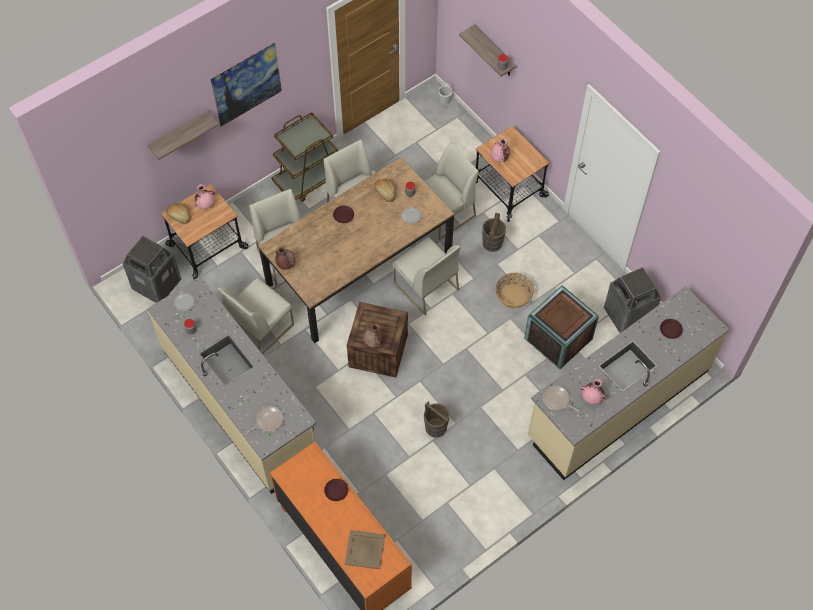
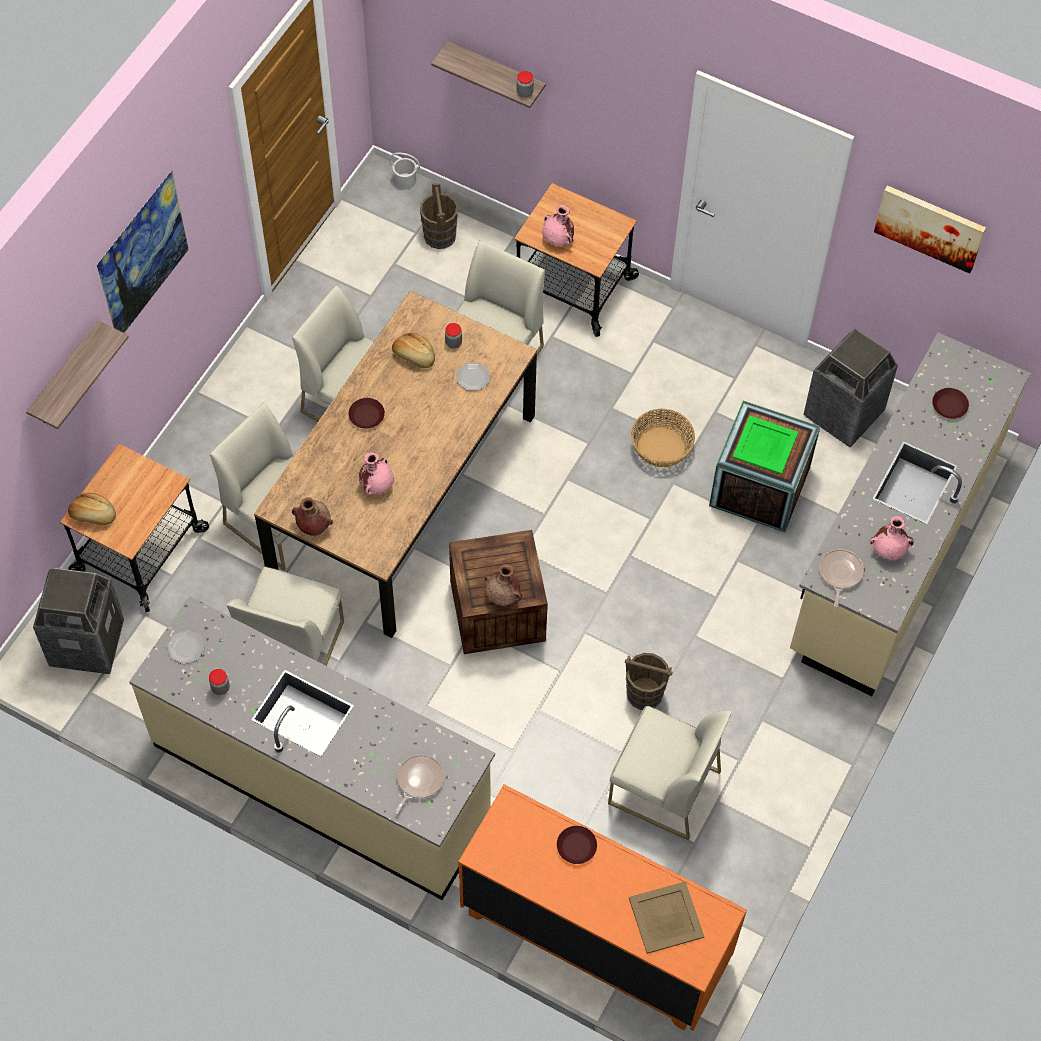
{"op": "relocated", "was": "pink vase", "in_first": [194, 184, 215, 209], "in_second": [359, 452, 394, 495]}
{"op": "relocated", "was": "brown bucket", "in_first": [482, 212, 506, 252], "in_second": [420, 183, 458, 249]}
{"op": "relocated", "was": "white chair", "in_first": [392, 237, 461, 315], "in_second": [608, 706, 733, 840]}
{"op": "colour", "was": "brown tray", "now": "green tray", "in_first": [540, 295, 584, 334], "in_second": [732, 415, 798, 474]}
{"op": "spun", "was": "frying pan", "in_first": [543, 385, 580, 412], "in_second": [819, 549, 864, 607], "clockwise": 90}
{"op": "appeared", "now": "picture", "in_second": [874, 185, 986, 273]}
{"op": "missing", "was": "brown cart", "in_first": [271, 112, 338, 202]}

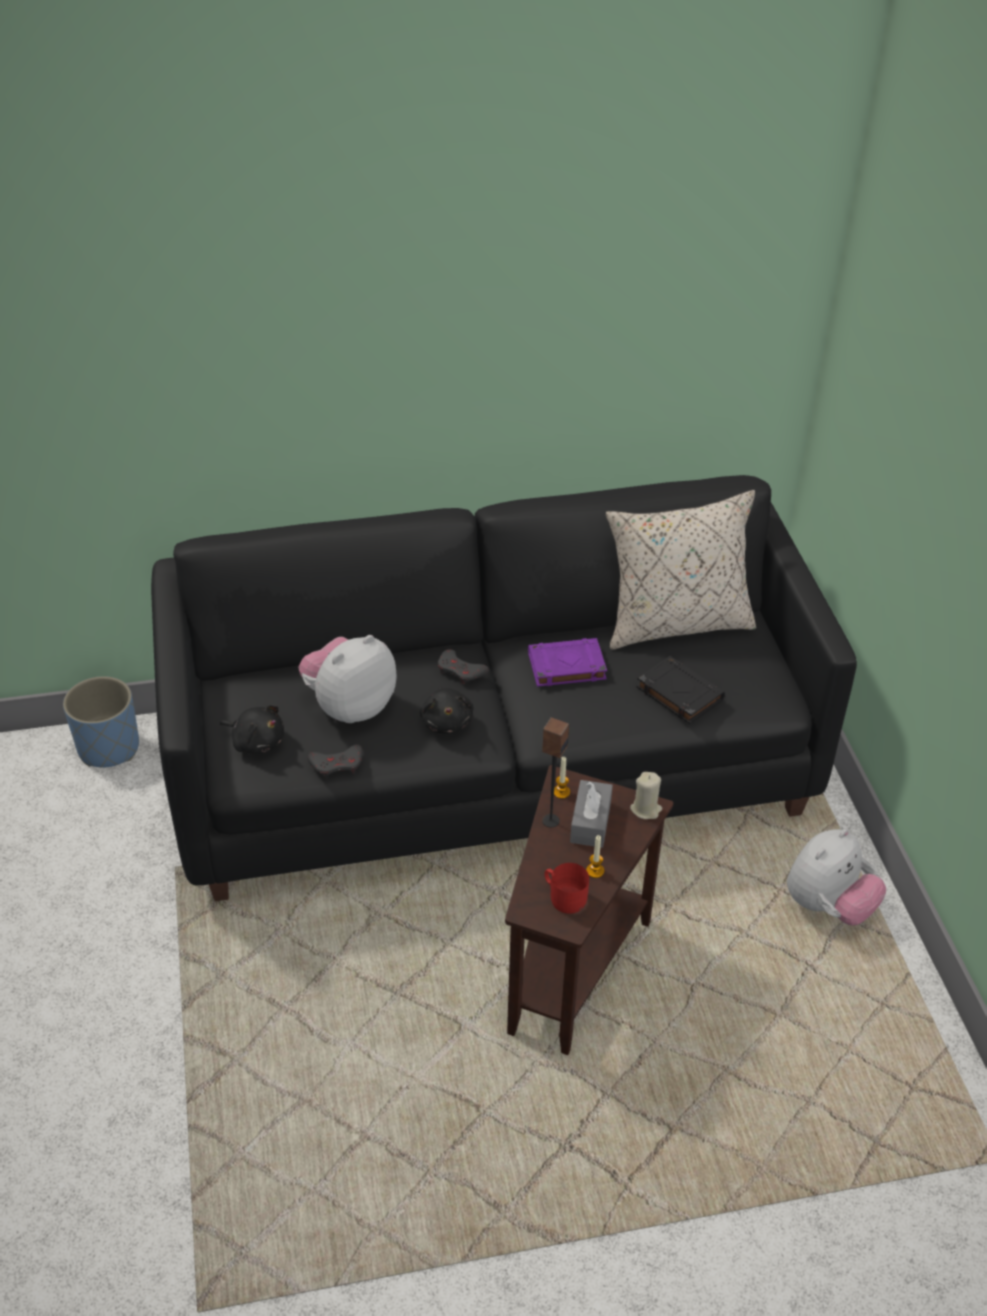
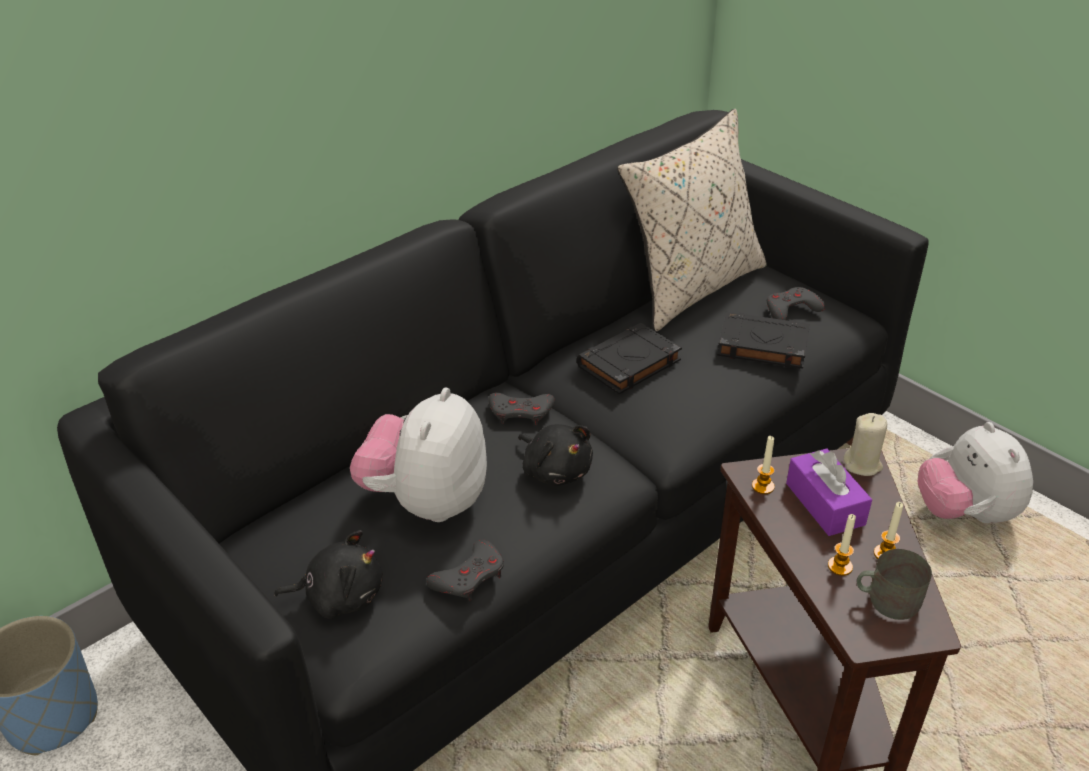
{"op": "colour", "was": "purple book", "now": "black book", "in_first": [528, 638, 607, 687], "in_second": [577, 323, 682, 394]}
{"op": "appeared", "now": "grey game controller", "in_second": [767, 287, 825, 320]}
{"op": "colour", "was": "grey tissue box", "now": "purple tissue box", "in_first": [570, 780, 613, 848], "in_second": [786, 449, 872, 536]}
{"op": "appeared", "now": "candle", "in_second": [828, 514, 856, 576]}
{"op": "colour", "was": "red mug", "now": "grey mug", "in_first": [544, 863, 589, 914], "in_second": [857, 549, 932, 620]}
{"op": "spun", "was": "plush toy", "in_first": [787, 829, 886, 925], "in_second": [918, 422, 1033, 523], "clockwise": 150}
{"op": "missing", "was": "speaker", "in_first": [542, 717, 569, 827]}

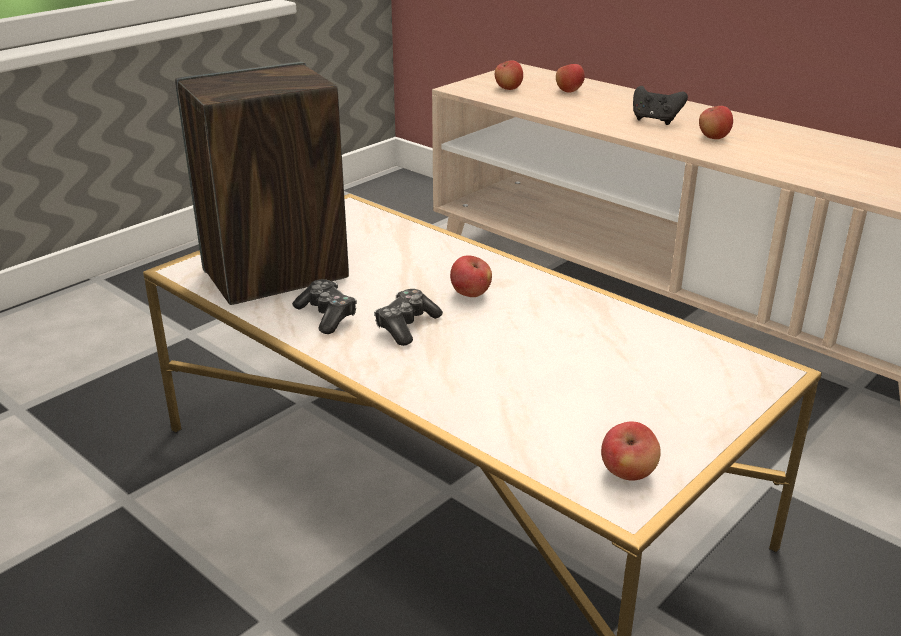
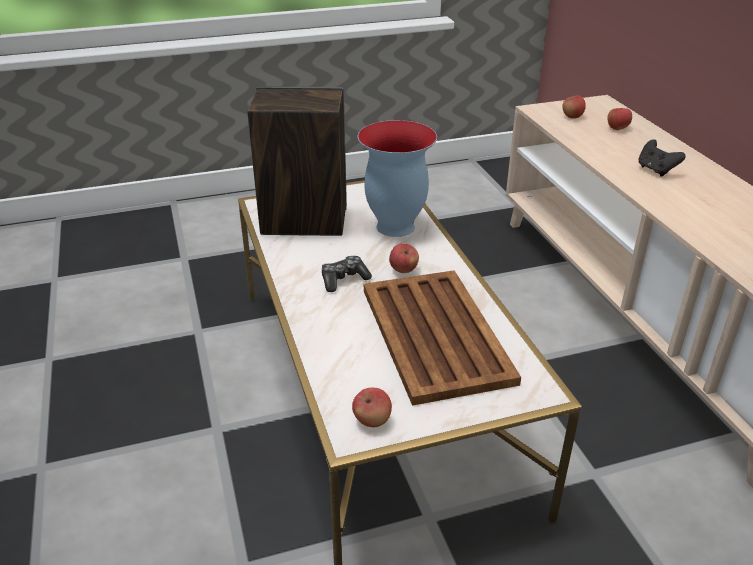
{"op": "appeared", "now": "vase", "in_second": [358, 120, 437, 237]}
{"op": "appeared", "now": "brown tray", "in_second": [364, 270, 521, 406]}
{"op": "missing", "was": "game controller", "in_first": [292, 279, 357, 334]}
{"op": "missing", "was": "apple", "in_first": [699, 106, 733, 139]}

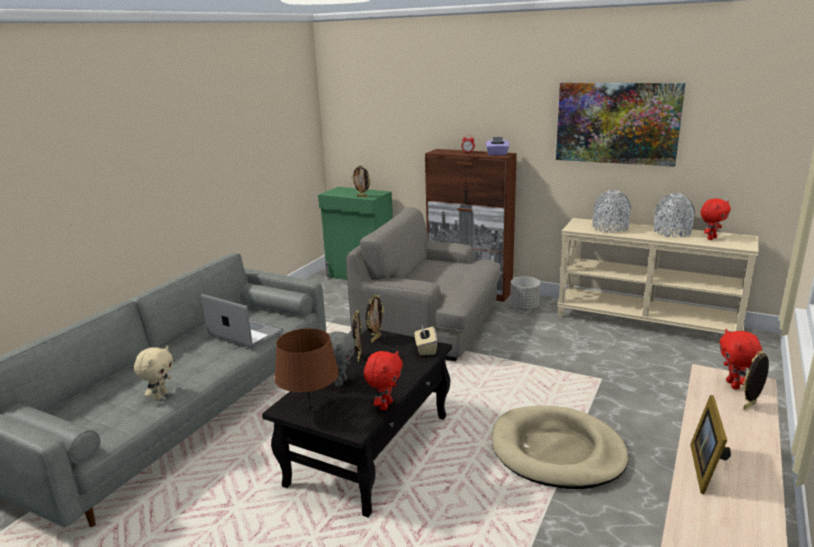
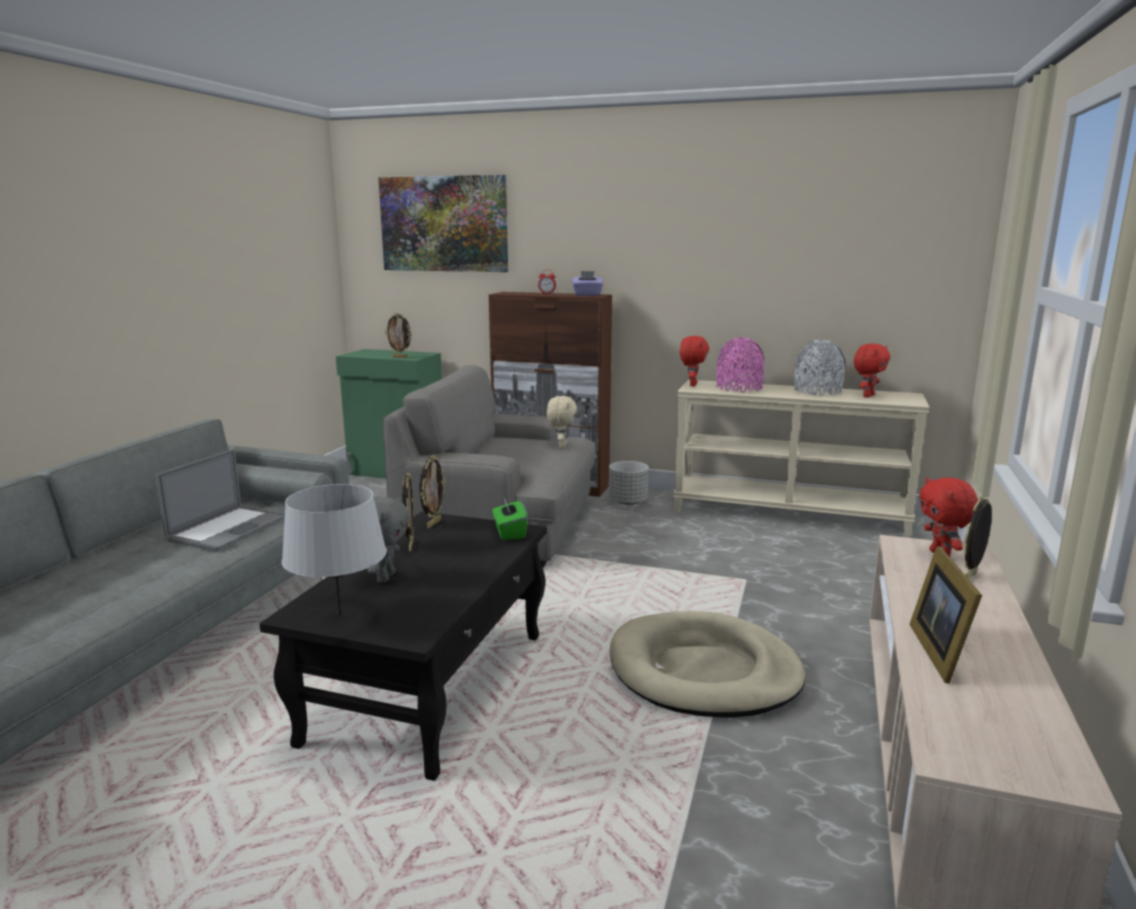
{"op": "spun", "was": "laptop", "in_first": [201, 294, 284, 348], "in_second": [156, 449, 285, 551], "clockwise": 90}
{"op": "colour", "was": "brown table lamp", "now": "grey table lamp", "in_first": [275, 328, 339, 411], "in_second": [282, 484, 387, 616]}
{"op": "relocated", "was": "picture", "in_first": [556, 83, 686, 167], "in_second": [378, 175, 508, 272]}
{"op": "colour", "was": "beige tissue box", "now": "green tissue box", "in_first": [415, 325, 437, 355], "in_second": [492, 498, 528, 540]}
{"op": "relocated", "was": "beige plush toy", "in_first": [134, 346, 173, 401], "in_second": [547, 396, 577, 448]}
{"op": "relocated", "was": "red plush toy", "in_first": [364, 351, 403, 410], "in_second": [680, 336, 709, 386]}
{"op": "colour", "was": "grey vase", "now": "pink vase", "in_first": [593, 190, 631, 233], "in_second": [716, 337, 764, 393]}

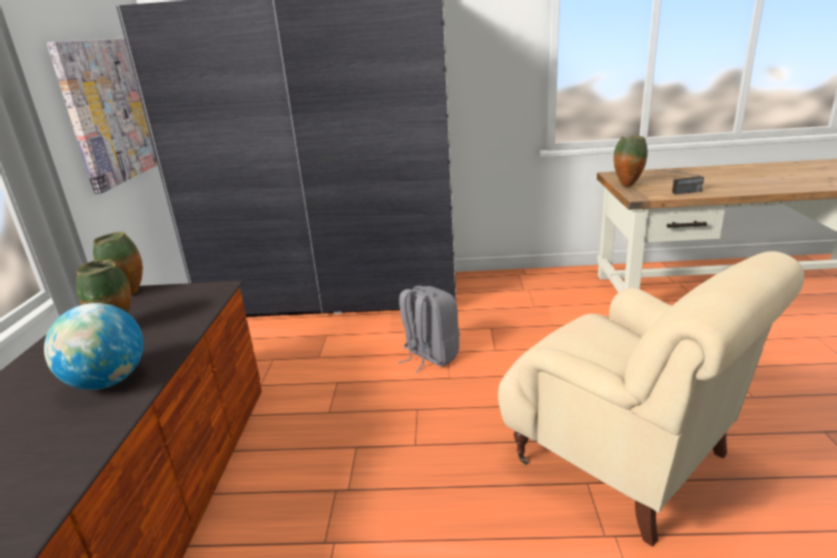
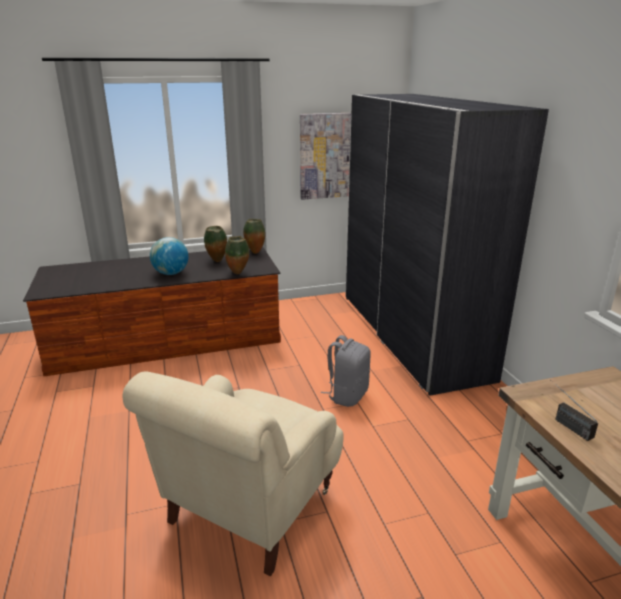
{"op": "relocated", "was": "vase", "in_first": [613, 135, 648, 187], "in_second": [225, 236, 249, 274]}

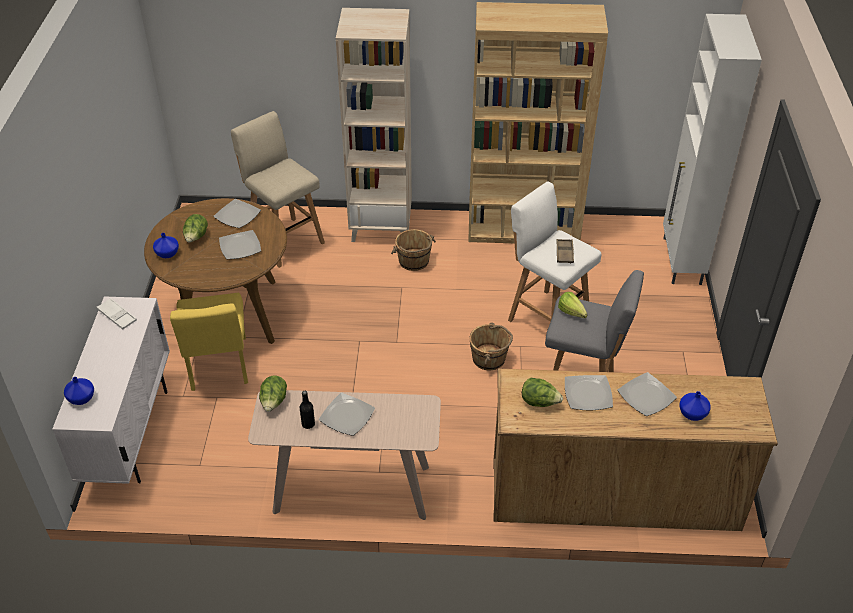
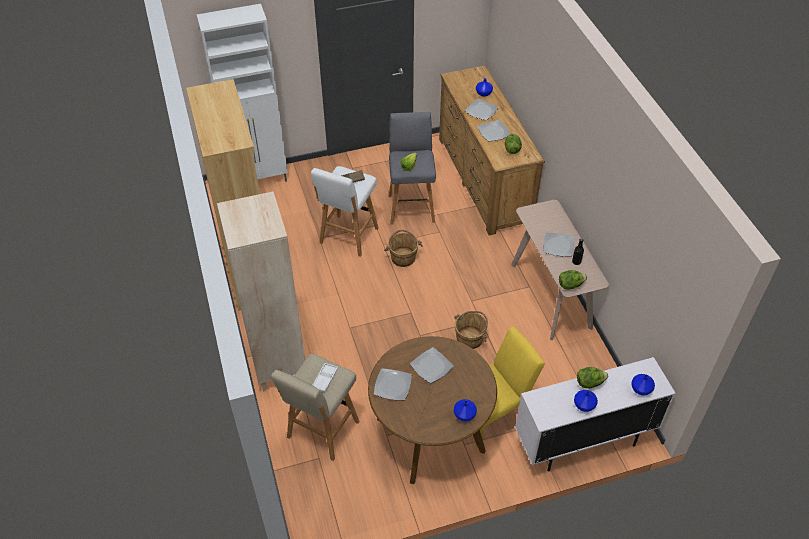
{"op": "relocated", "was": "white tray", "in_first": [96, 298, 137, 330], "in_second": [313, 363, 338, 392]}
{"op": "relocated", "was": "brown bucket", "in_first": [391, 229, 436, 271], "in_second": [455, 311, 488, 349]}
{"op": "appeared", "now": "blue vase", "in_second": [574, 390, 598, 412]}
{"op": "relocated", "was": "lettuce", "in_first": [183, 214, 208, 243], "in_second": [577, 367, 608, 389]}

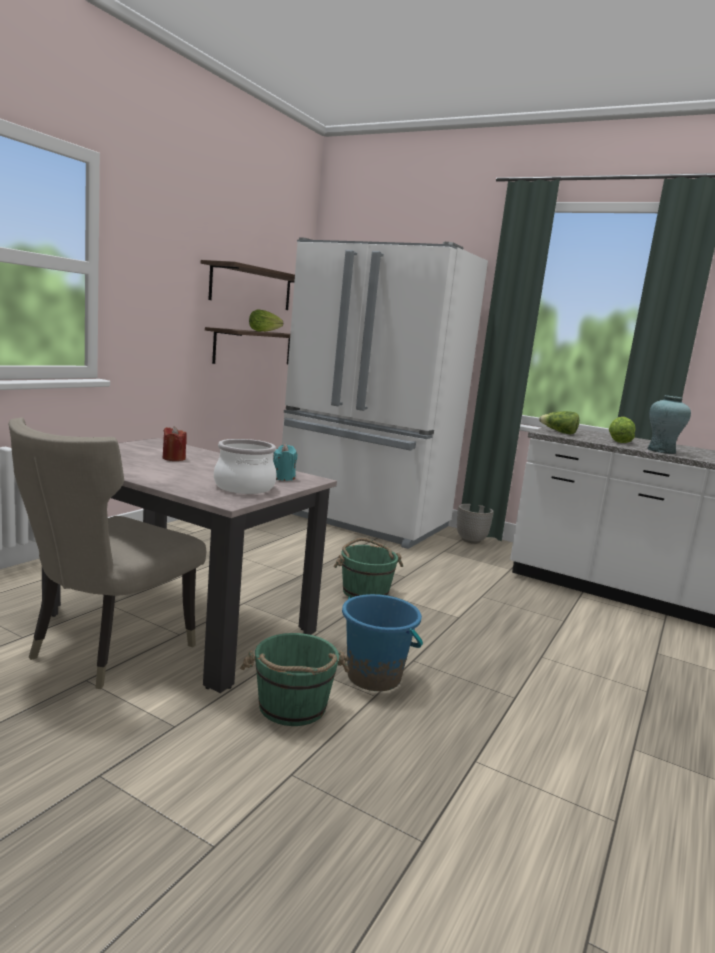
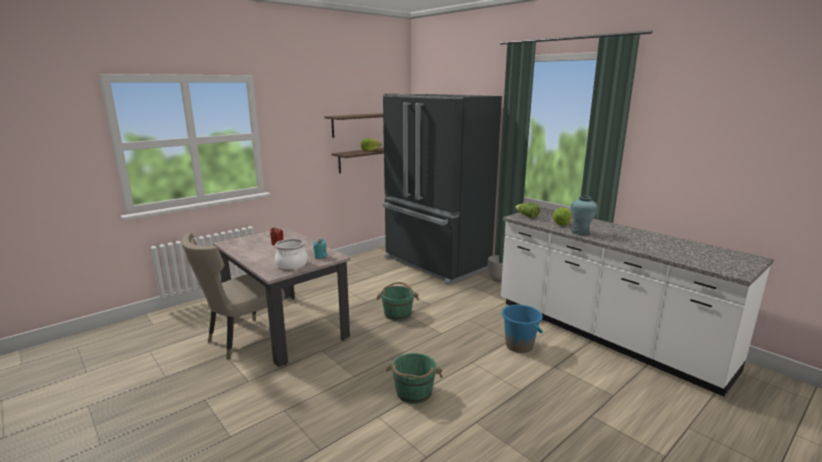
{"op": "colour", "was": "white fridge", "now": "black fridge", "in_first": [282, 237, 488, 549], "in_second": [383, 93, 502, 285]}
{"op": "relocated", "was": "green bucket", "in_first": [240, 633, 349, 726], "in_second": [386, 353, 443, 404]}
{"op": "relocated", "was": "blue bucket", "in_first": [342, 594, 423, 691], "in_second": [502, 305, 543, 353]}

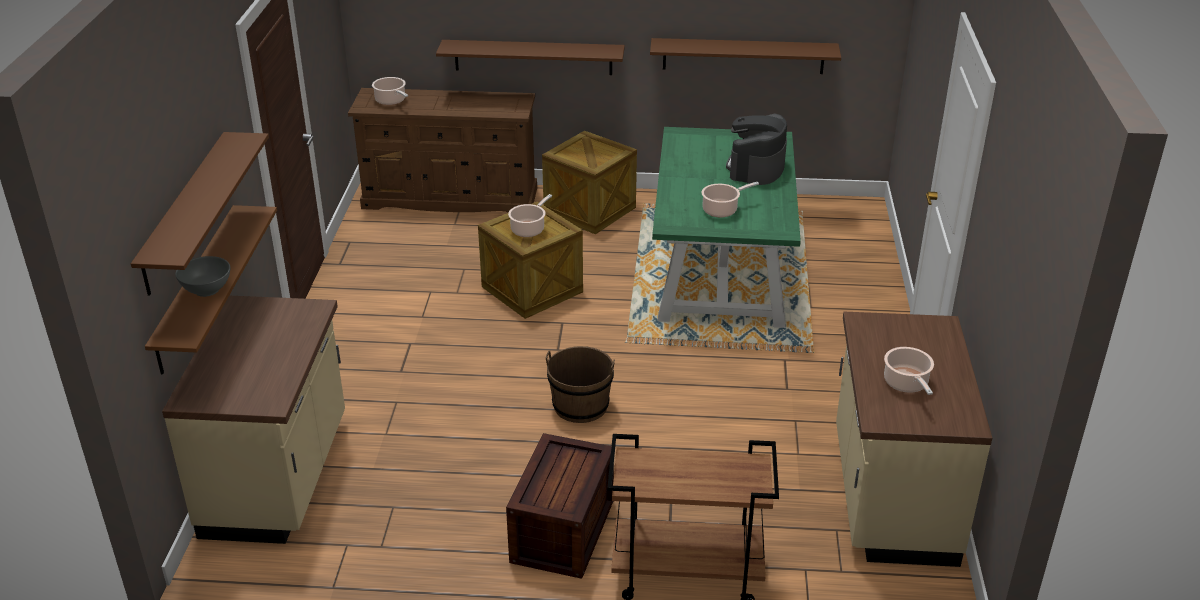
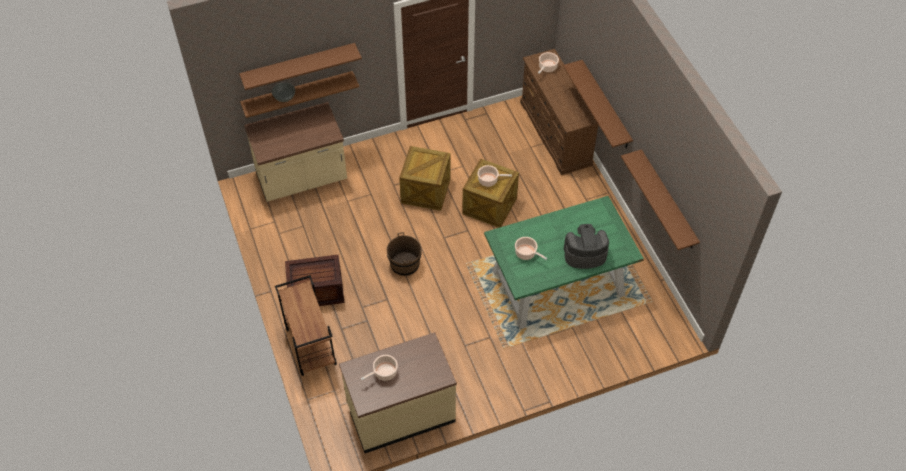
{"op": "relocated", "was": "crate", "in_first": [542, 131, 637, 234], "in_second": [399, 146, 451, 211]}

